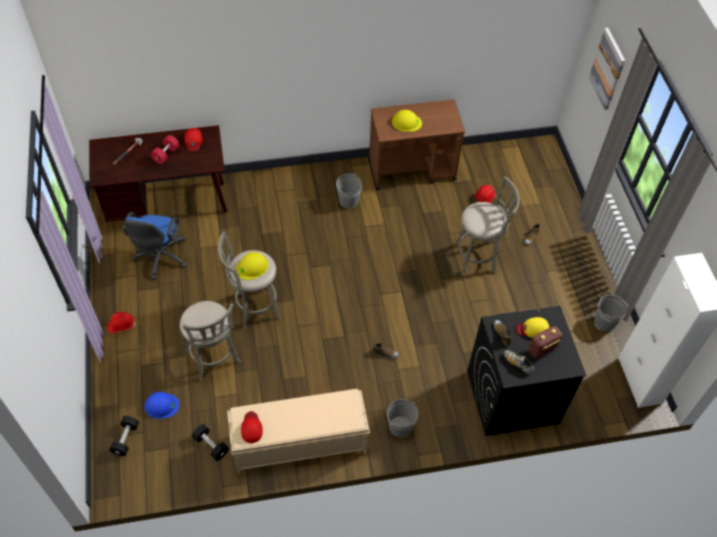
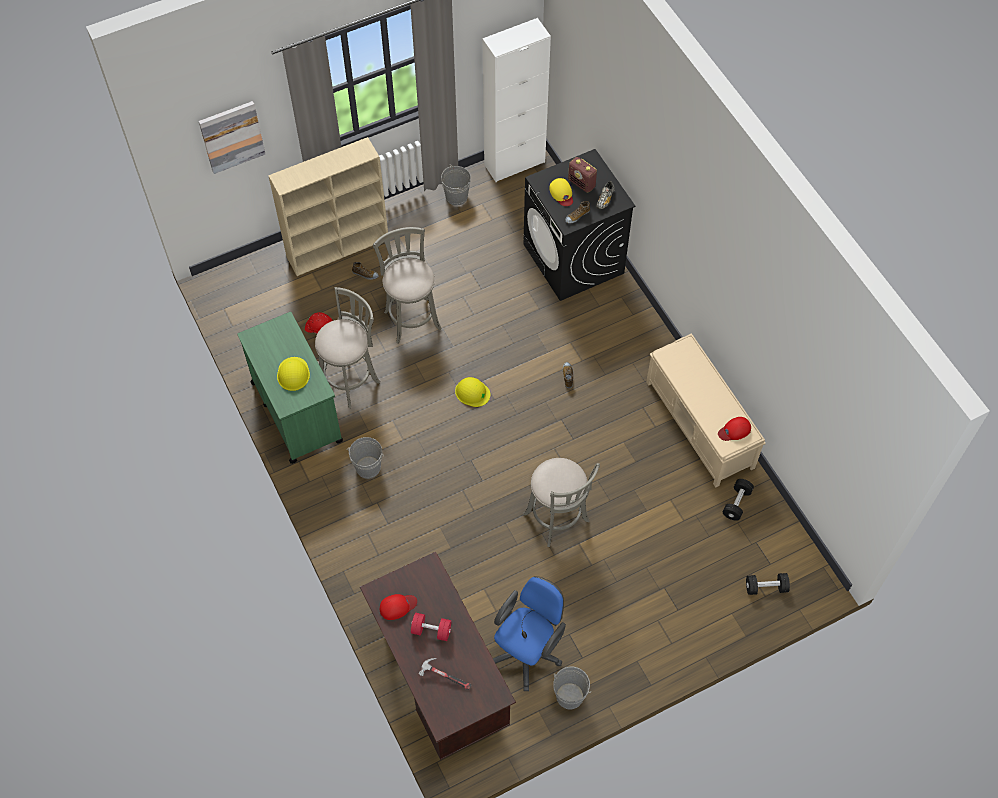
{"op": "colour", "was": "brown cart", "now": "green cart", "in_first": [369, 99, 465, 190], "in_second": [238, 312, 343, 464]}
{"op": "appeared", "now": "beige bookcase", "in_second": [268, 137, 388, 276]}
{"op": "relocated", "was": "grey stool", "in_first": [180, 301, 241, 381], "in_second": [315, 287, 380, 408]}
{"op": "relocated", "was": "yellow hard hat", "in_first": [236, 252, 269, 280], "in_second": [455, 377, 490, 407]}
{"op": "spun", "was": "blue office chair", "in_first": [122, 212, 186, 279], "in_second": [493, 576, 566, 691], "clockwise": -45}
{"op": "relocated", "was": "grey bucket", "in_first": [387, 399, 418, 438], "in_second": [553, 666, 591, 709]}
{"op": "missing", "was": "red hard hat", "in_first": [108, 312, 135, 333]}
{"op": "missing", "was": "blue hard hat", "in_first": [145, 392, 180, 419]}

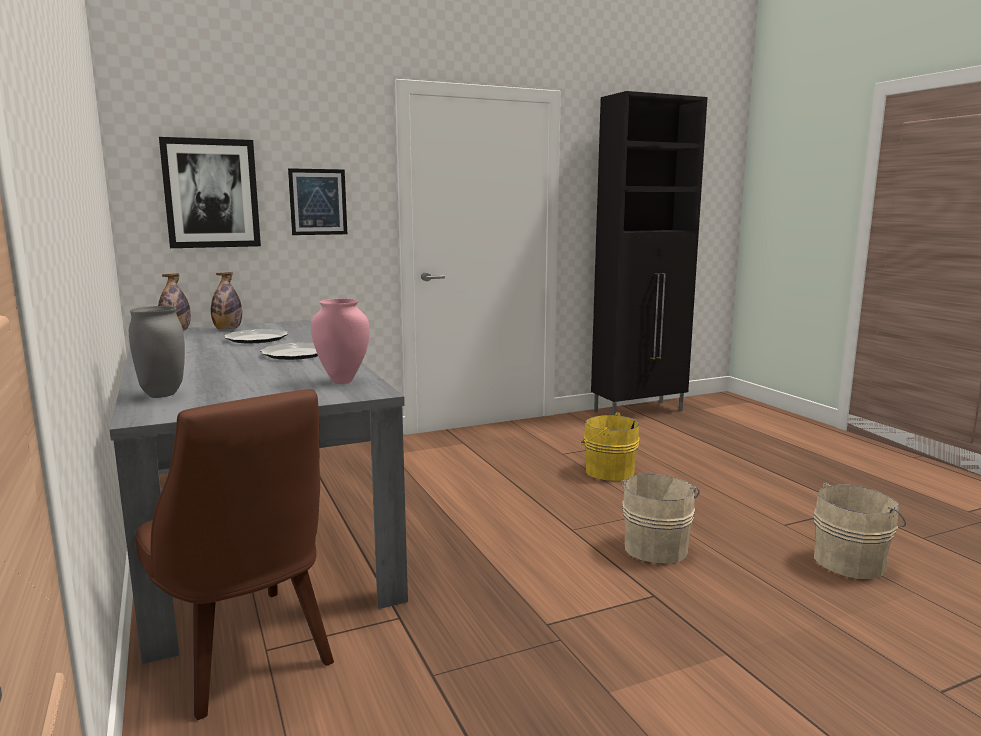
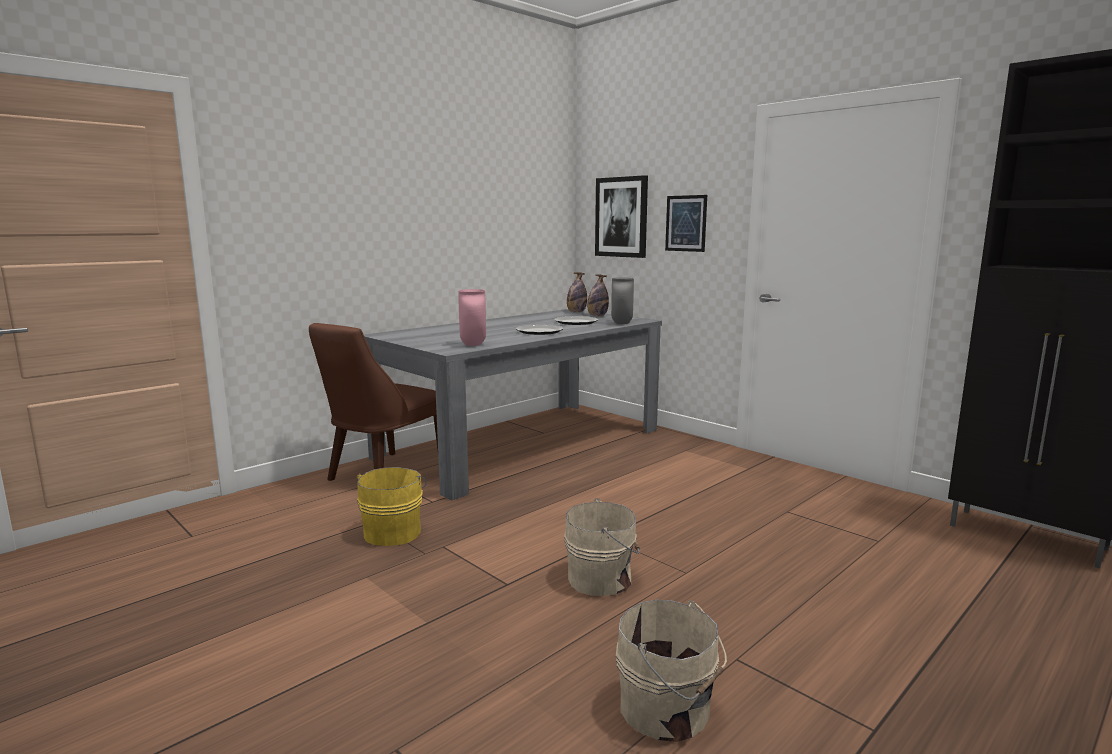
{"op": "relocated", "was": "yellow bucket", "in_first": [581, 412, 639, 481], "in_second": [357, 467, 427, 546]}
{"op": "relocated", "was": "grey vase", "in_first": [129, 306, 185, 398], "in_second": [611, 277, 634, 324]}

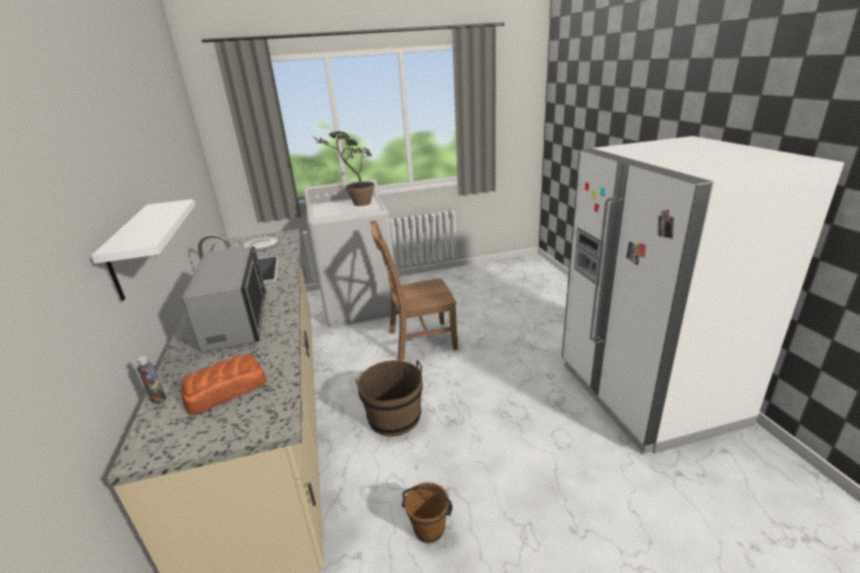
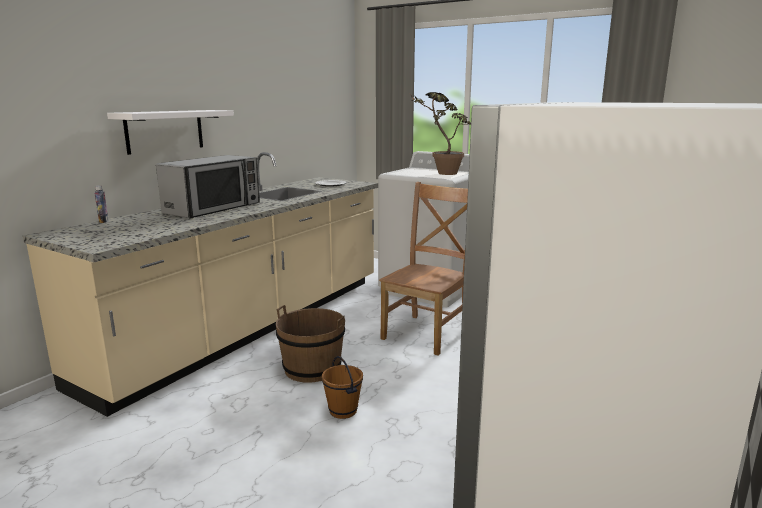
{"op": "relocated", "was": "brown bucket", "in_first": [402, 482, 453, 544], "in_second": [322, 356, 363, 419]}
{"op": "spun", "was": "brown chair", "in_first": [370, 220, 458, 361], "in_second": [379, 182, 468, 356], "clockwise": 90}
{"op": "missing", "was": "bread", "in_first": [181, 354, 267, 414]}

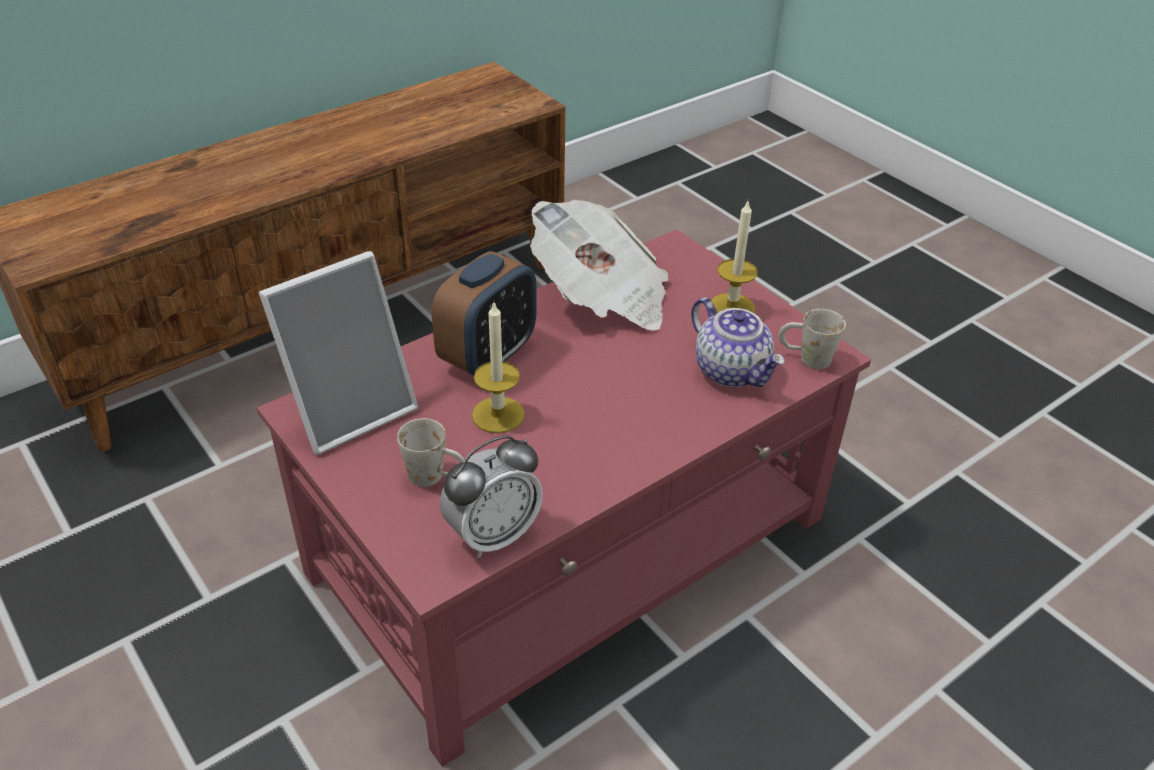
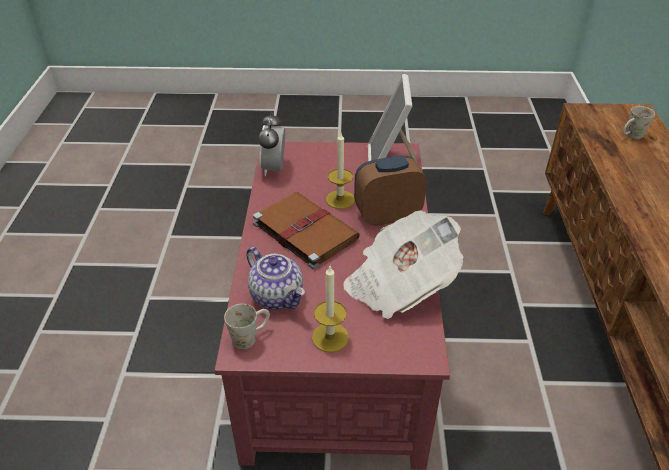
{"op": "spun", "was": "teapot", "in_first": [691, 298, 785, 387], "in_second": [246, 247, 305, 309], "clockwise": -135}
{"op": "appeared", "now": "brown book", "in_second": [253, 192, 360, 269]}
{"op": "spun", "was": "alarm clock", "in_first": [432, 251, 537, 375], "in_second": [354, 156, 427, 226], "clockwise": 90}
{"op": "relocated", "was": "white mug", "in_first": [397, 418, 465, 487], "in_second": [623, 106, 655, 139]}

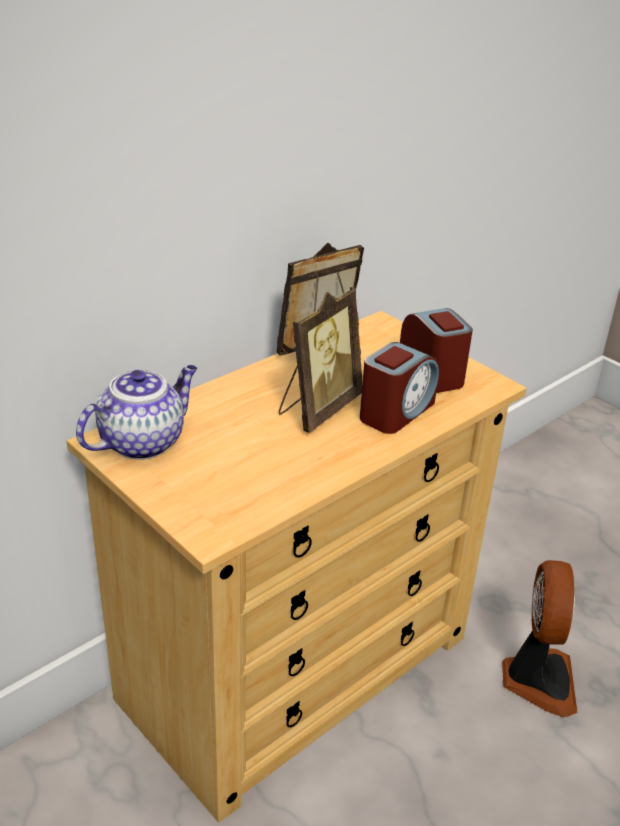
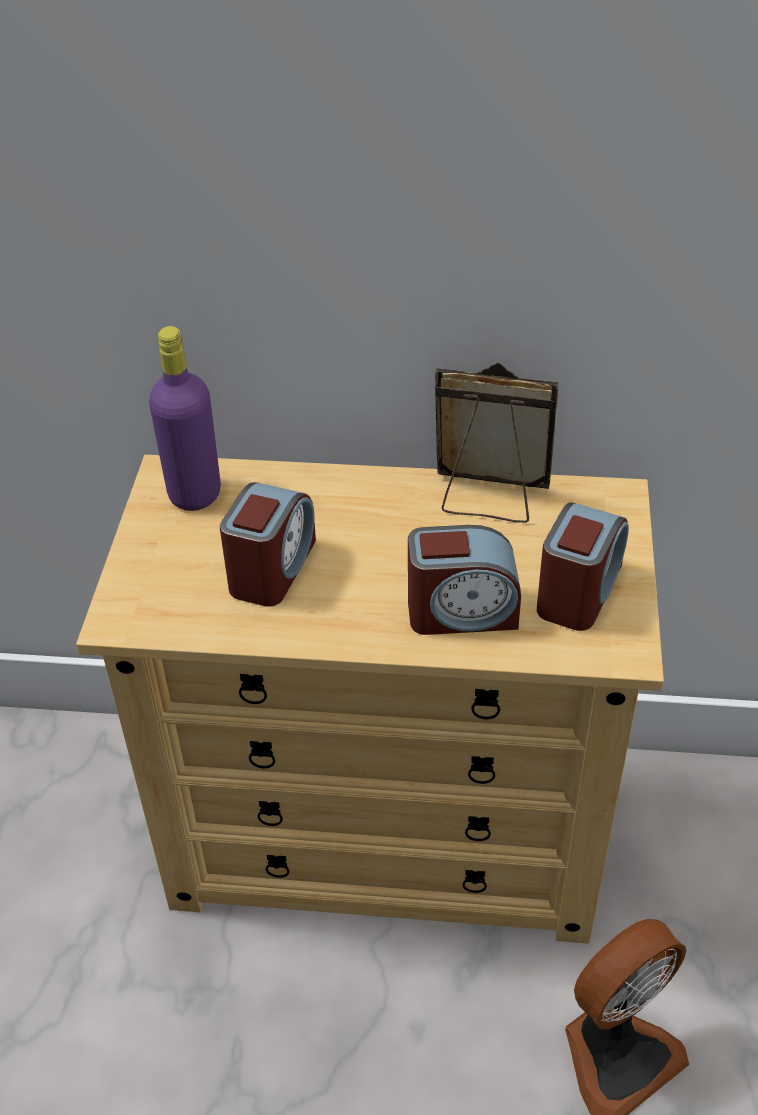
{"op": "exchanged", "was": "teapot", "now": "purple bottle", "in_first": [76, 365, 197, 460], "in_second": [149, 326, 221, 511]}
{"op": "appeared", "now": "alarm clock", "in_second": [220, 482, 316, 607]}
{"op": "missing", "was": "picture frame", "in_first": [279, 287, 362, 433]}

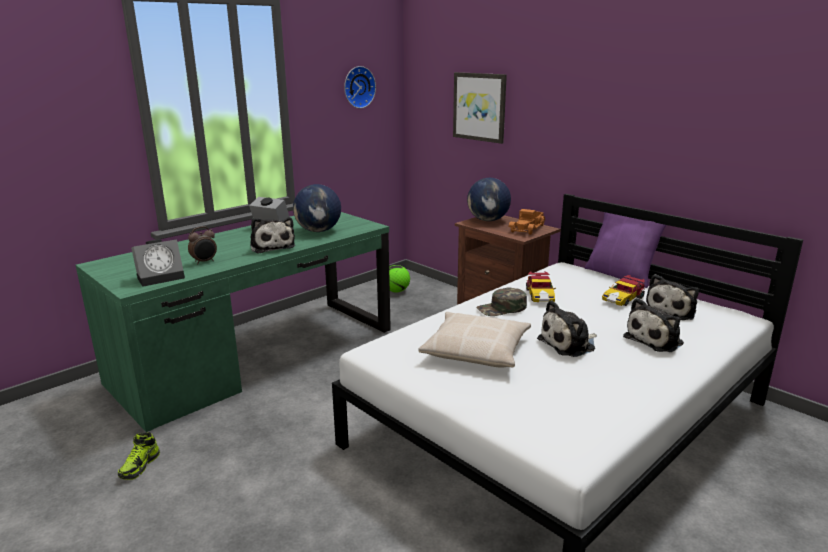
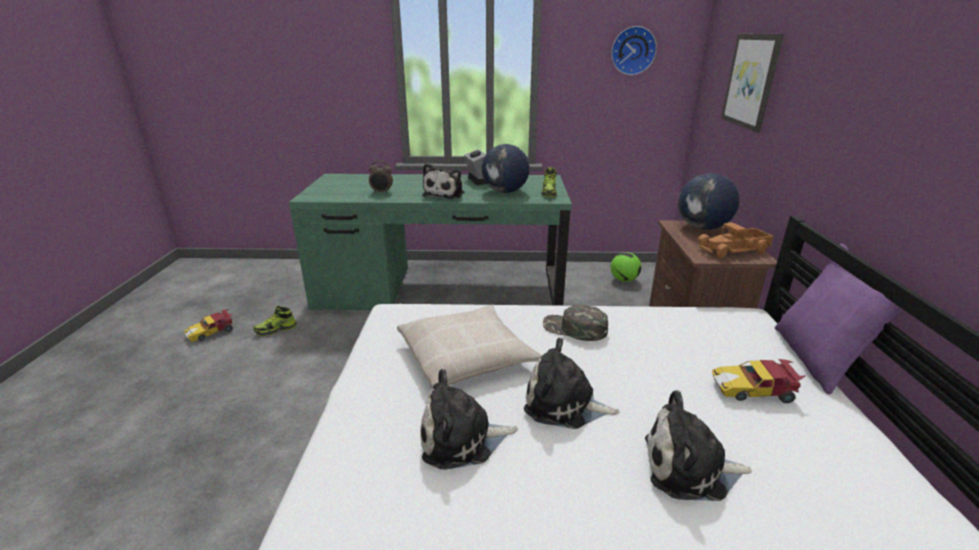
{"op": "relocated", "was": "toy car", "in_first": [526, 272, 556, 302], "in_second": [184, 309, 233, 342]}
{"op": "relocated", "was": "plush toy", "in_first": [646, 274, 699, 320], "in_second": [421, 369, 518, 469]}
{"op": "appeared", "now": "shoe", "in_second": [541, 168, 557, 197]}
{"op": "missing", "was": "alarm clock", "in_first": [131, 239, 185, 287]}

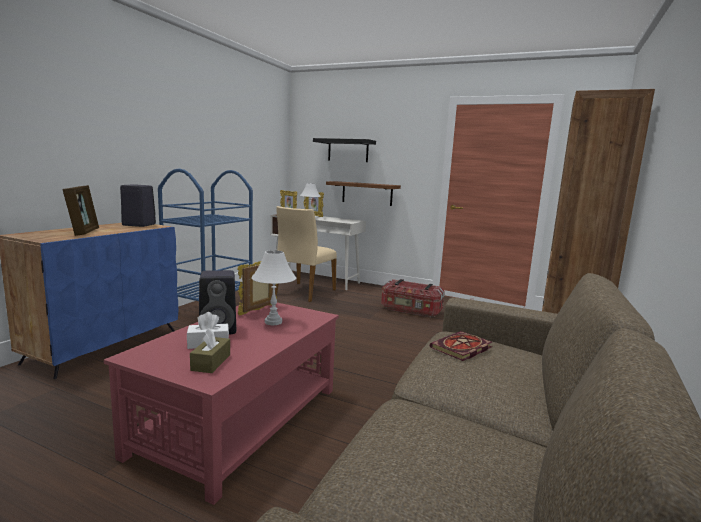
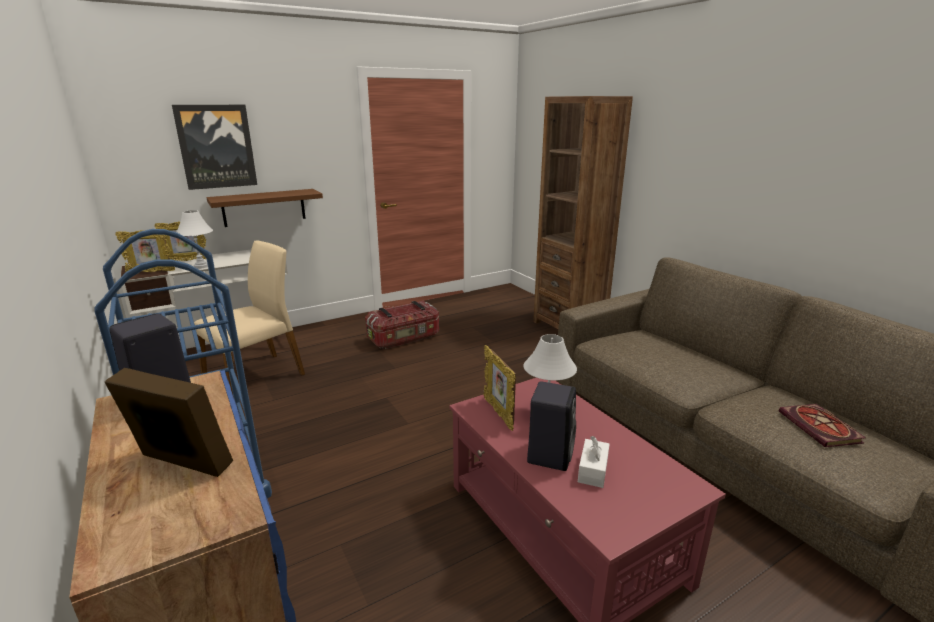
{"op": "exchanged", "was": "black shelf", "now": "picture", "in_first": [313, 138, 376, 162], "in_second": [172, 105, 257, 190]}
{"op": "spun", "was": "beige chair", "in_first": [276, 206, 337, 302], "in_second": [194, 240, 305, 394], "clockwise": -105}
{"op": "relocated", "was": "book", "in_first": [430, 331, 492, 361], "in_second": [779, 404, 866, 447]}
{"op": "missing", "was": "brown tissue box", "in_first": [190, 328, 230, 373]}

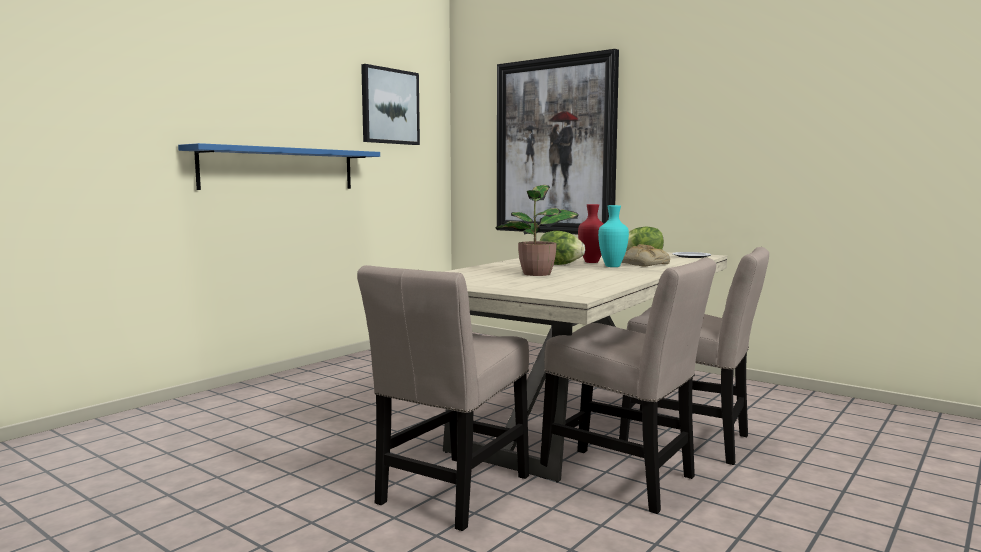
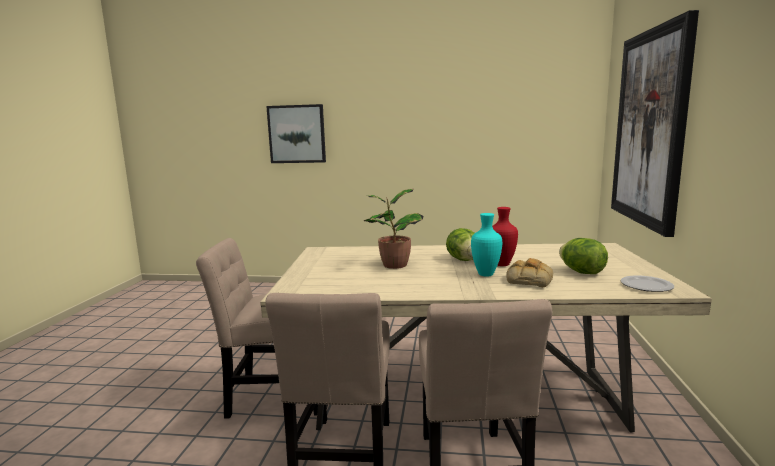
{"op": "relocated", "was": "picture", "in_first": [361, 64, 420, 145], "in_second": [266, 104, 326, 163]}
{"op": "missing", "was": "blue shelf", "in_first": [178, 143, 380, 190]}

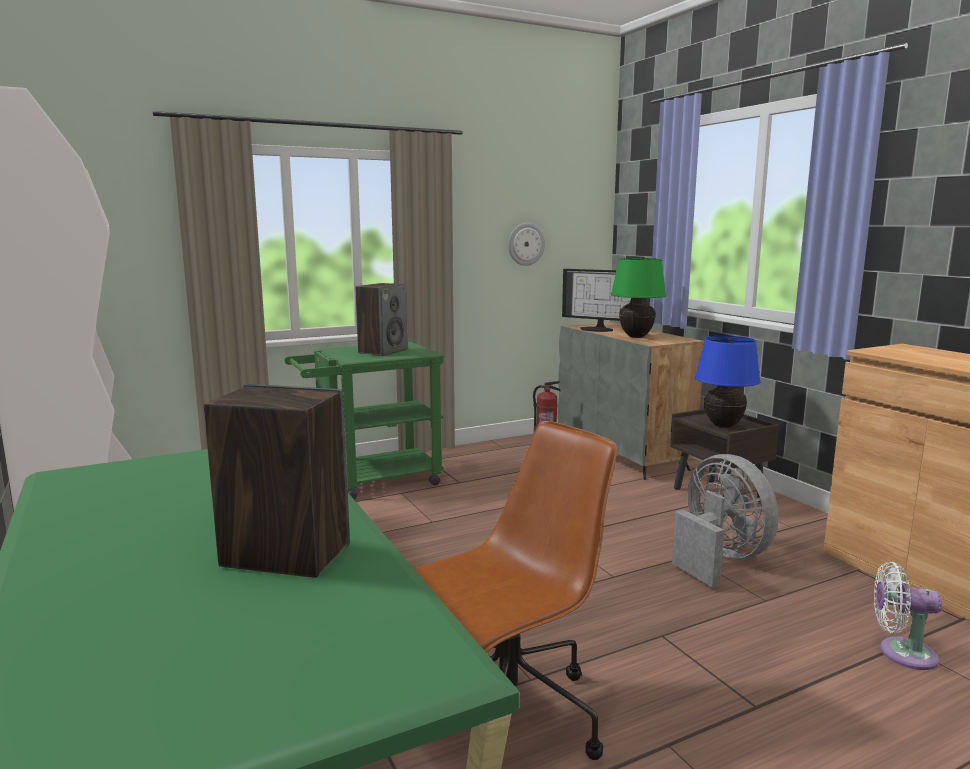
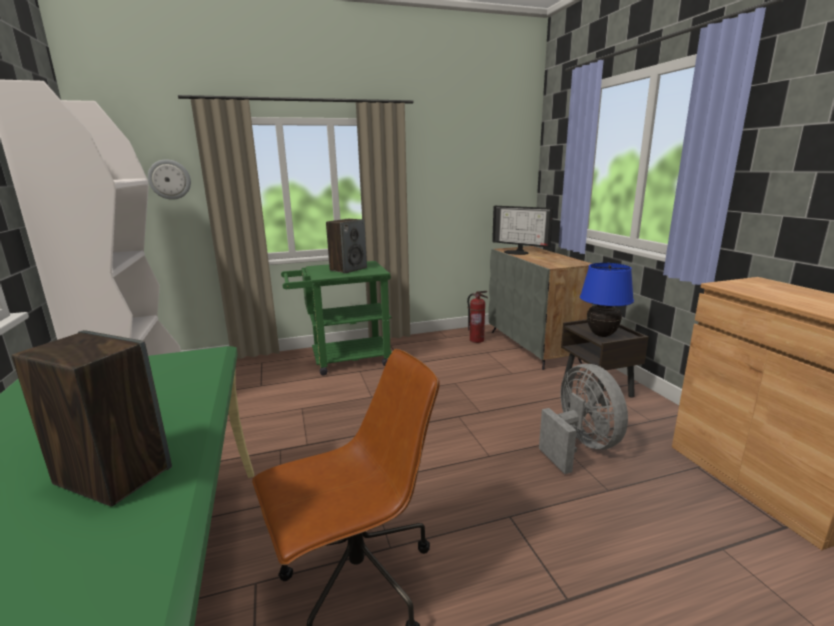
{"op": "relocated", "was": "wall clock", "in_first": [508, 223, 545, 266], "in_second": [148, 159, 191, 200]}
{"op": "missing", "was": "green table lamp", "in_first": [611, 258, 667, 338]}
{"op": "missing", "was": "white fan", "in_first": [874, 562, 942, 670]}

